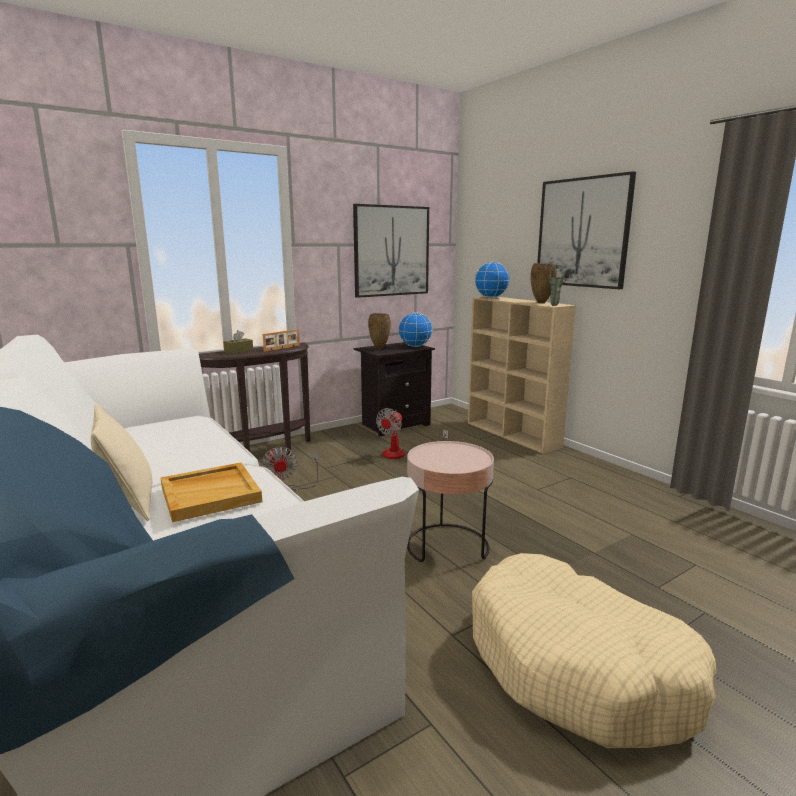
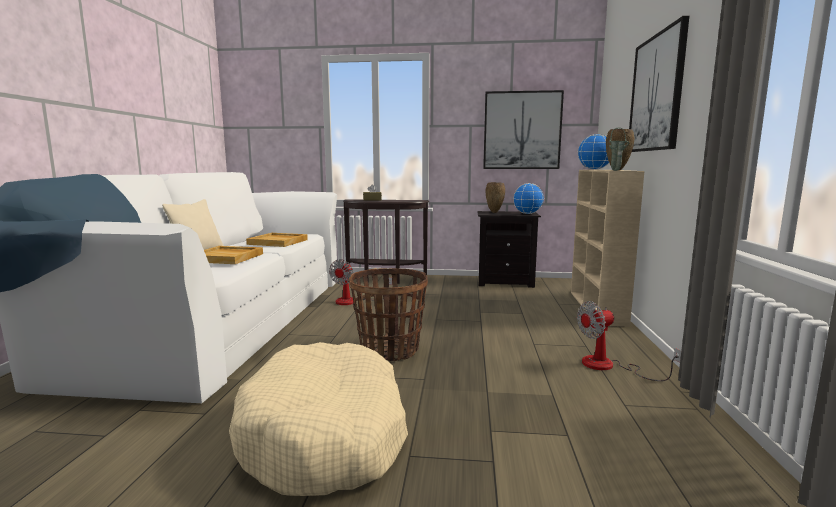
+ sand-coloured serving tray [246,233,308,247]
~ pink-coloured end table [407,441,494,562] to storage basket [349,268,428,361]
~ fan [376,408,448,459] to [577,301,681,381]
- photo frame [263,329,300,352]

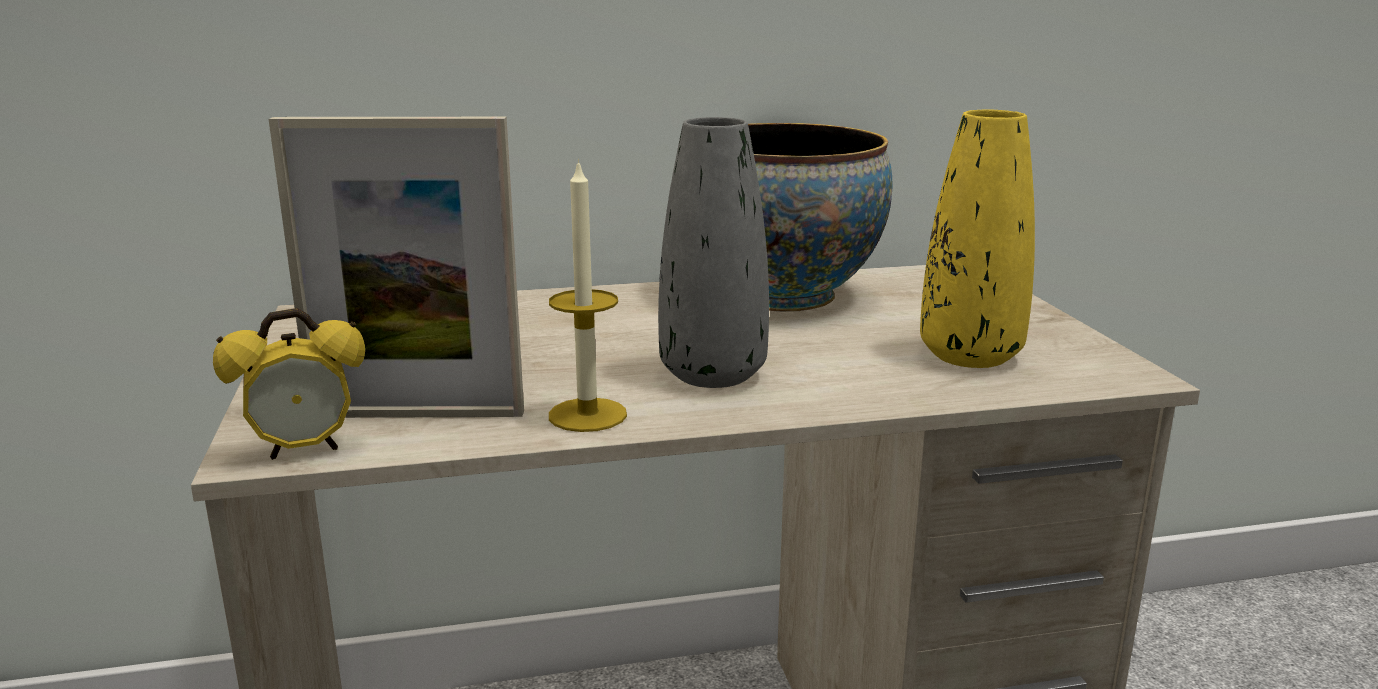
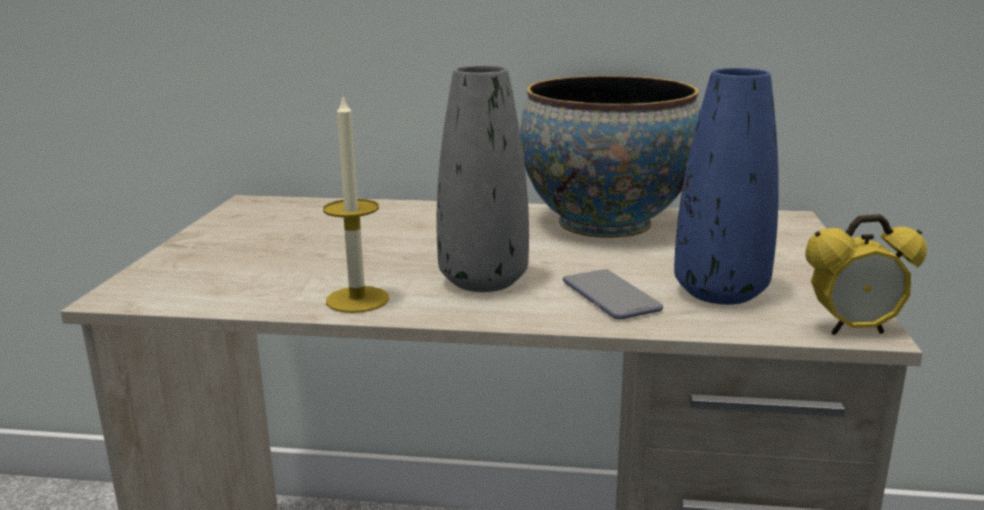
+ phone [563,269,663,320]
~ yellowish decorative vase [920,110,1035,368] to blue-coloured decorative vase [674,68,779,305]
~ bedside clock [213,308,365,460] to [805,214,927,335]
- photo frame [269,117,524,418]

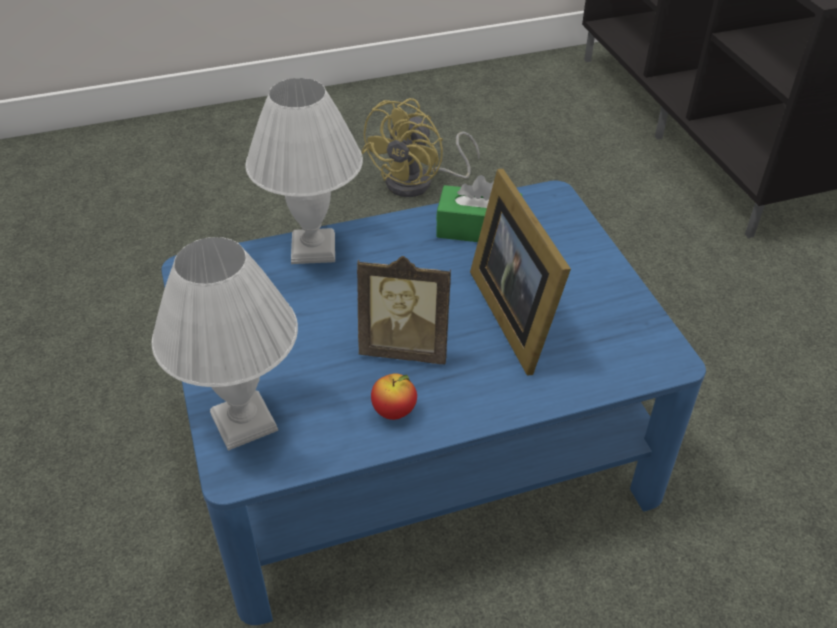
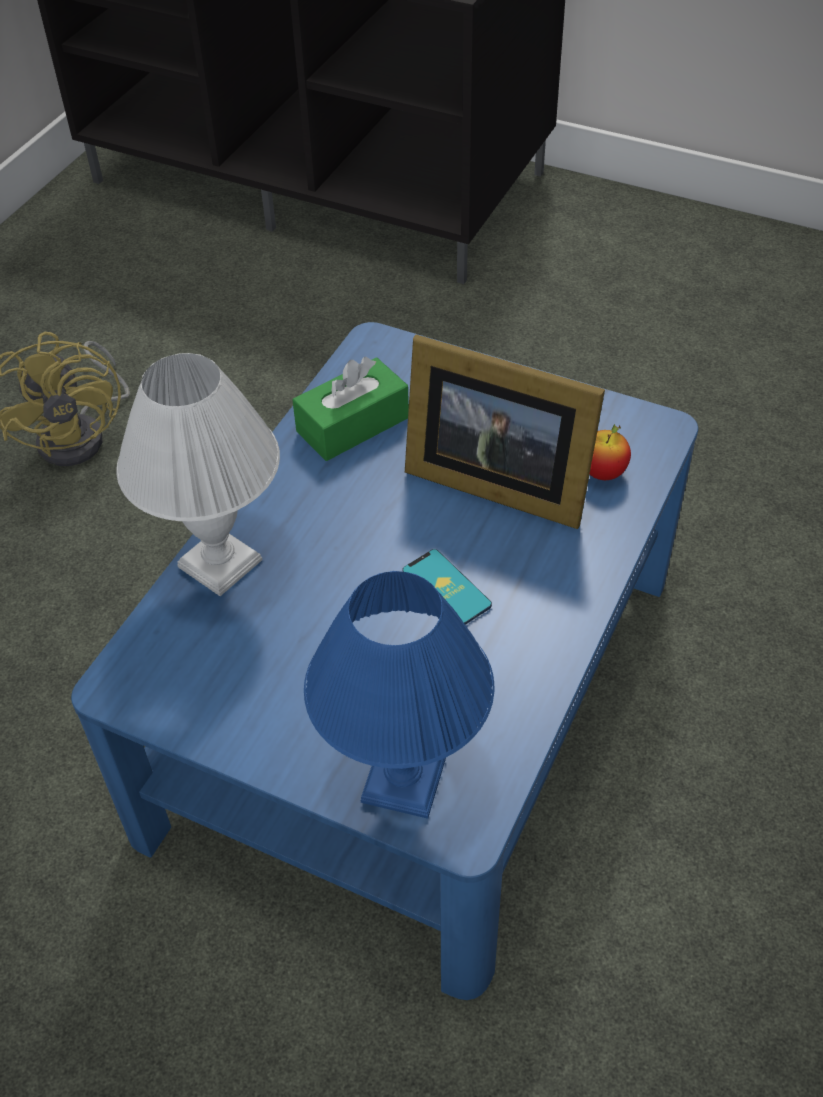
~ white tabletop lamp [152,237,298,451] to blue-coloured tabletop lamp [304,571,494,819]
~ photo frame [357,256,451,364] to phone [403,549,492,625]
~ apple fruit [371,373,417,420] to [589,424,631,480]

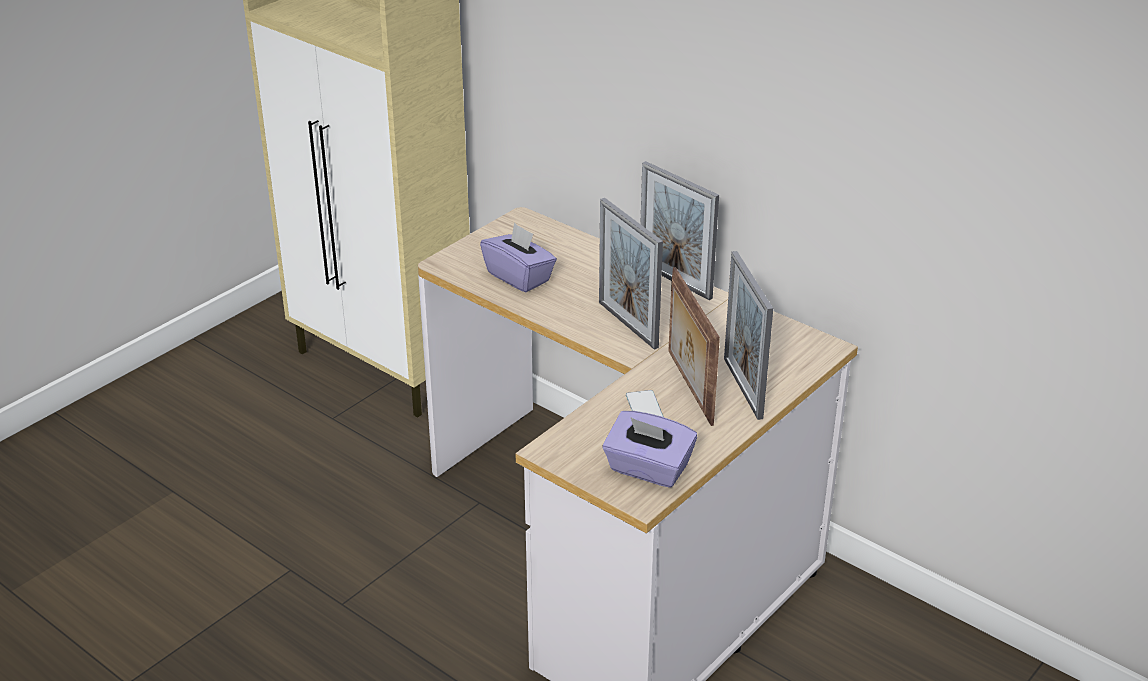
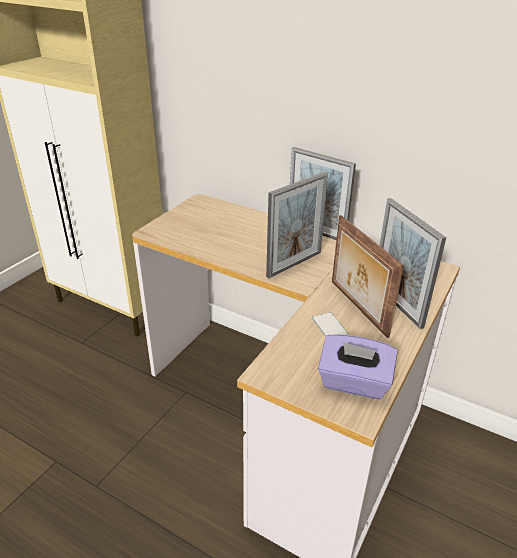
~ photo frame [599,198,663,350] = [266,171,328,278] 90 degrees counterclockwise
- purplish tissue holder [480,223,557,292]

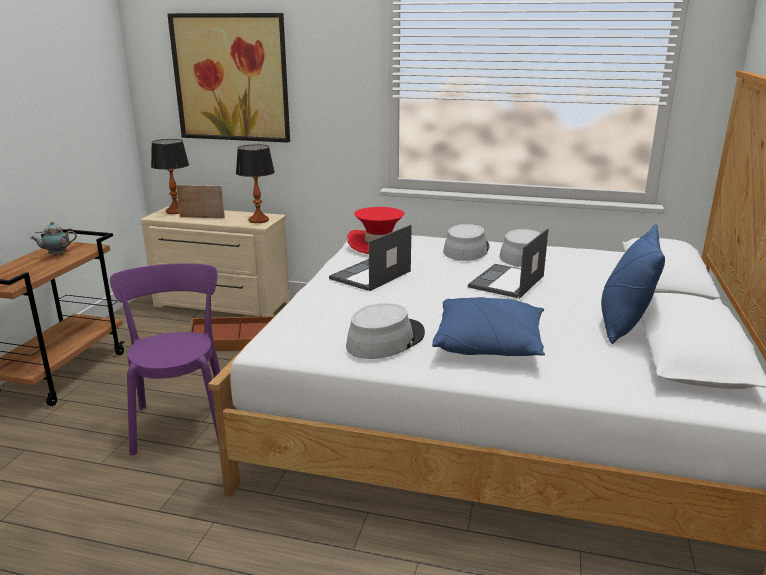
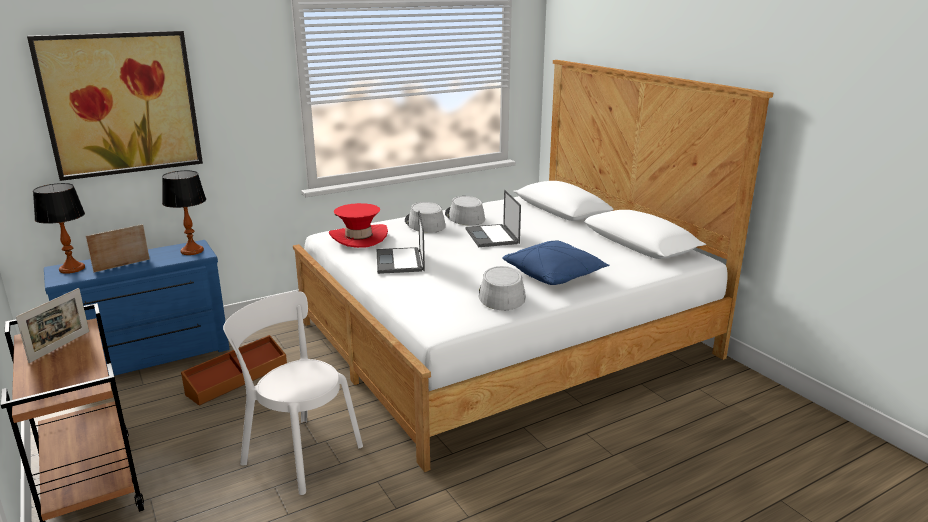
~ pot for tea [30,221,77,256] to photo frame [16,288,89,363]
~ sand-coloured dresser [140,206,290,316] to blue-coloured dresser [44,240,230,376]
~ purplish chair [110,263,220,455] to white chair [223,291,363,495]
- blue-coloured pillow [601,224,665,344]

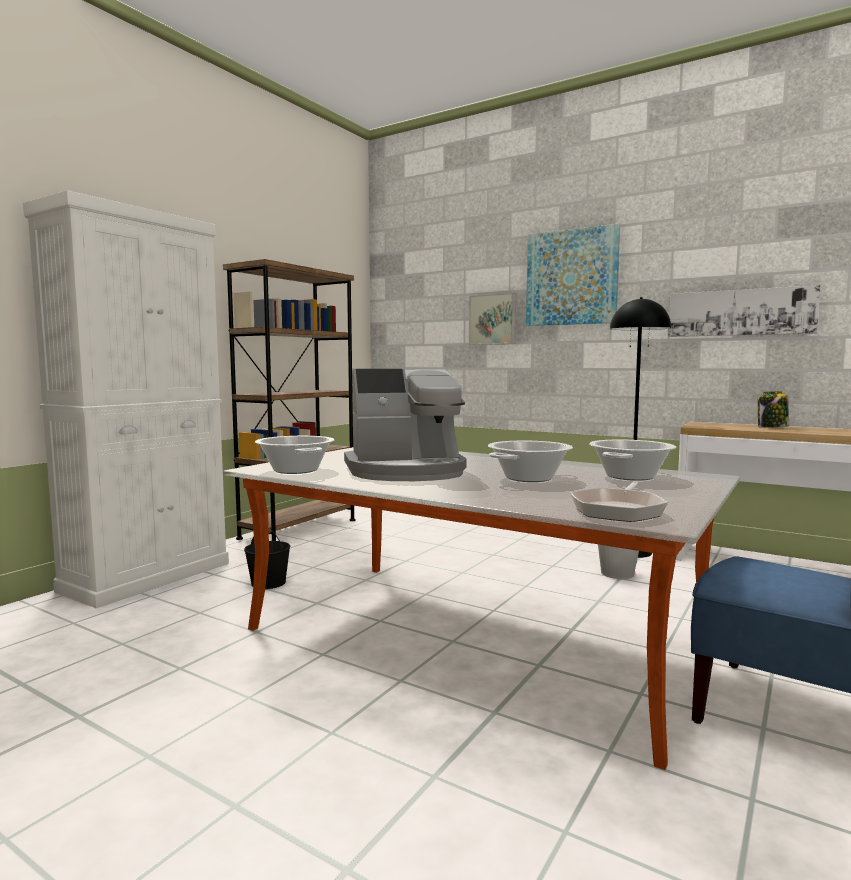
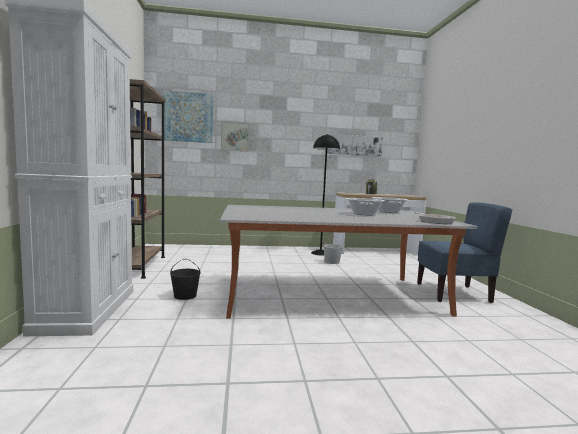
~ picture [526,223,620,326] to [162,90,213,143]
- saucepot [255,436,334,474]
- coffee brewer [344,369,467,481]

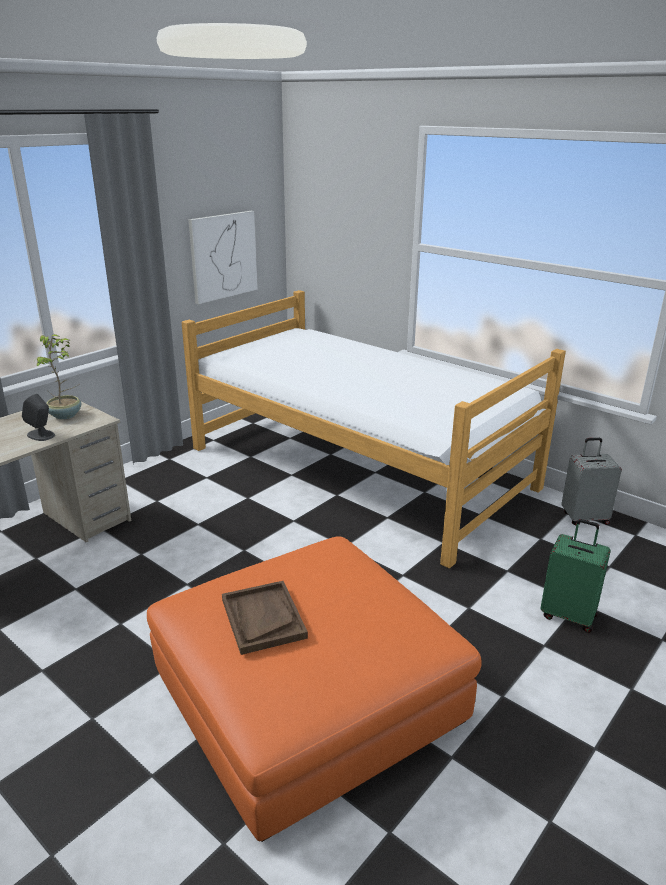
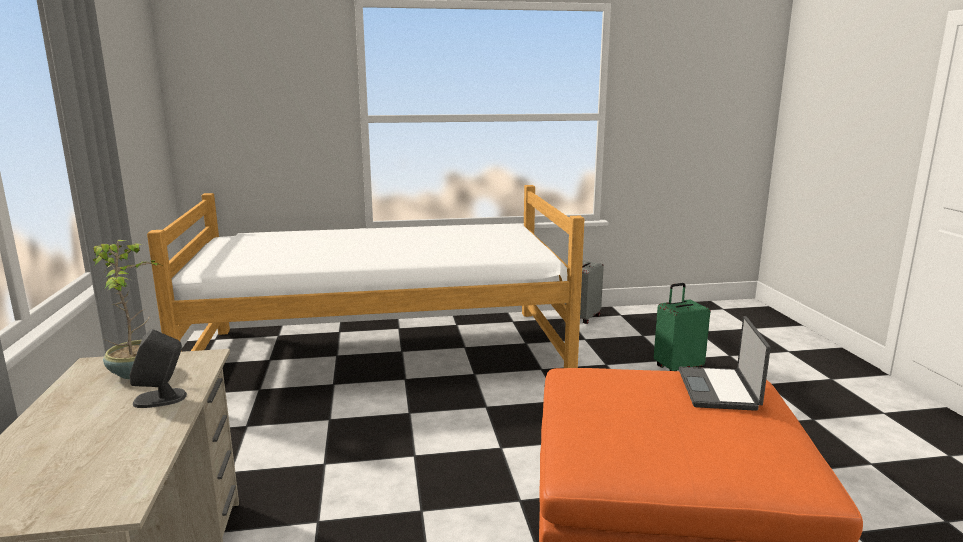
+ portable computer [678,316,771,411]
- picture [188,211,258,304]
- brown-coloured serving tray [222,581,308,655]

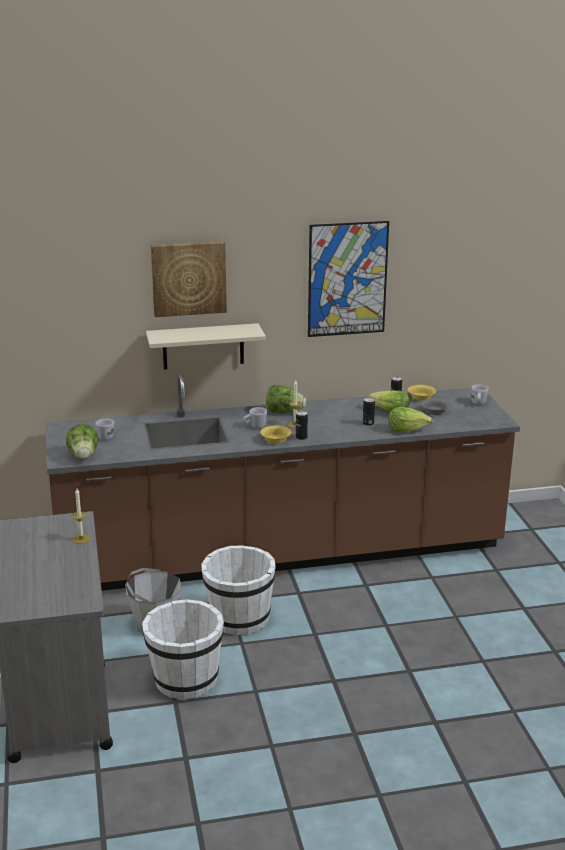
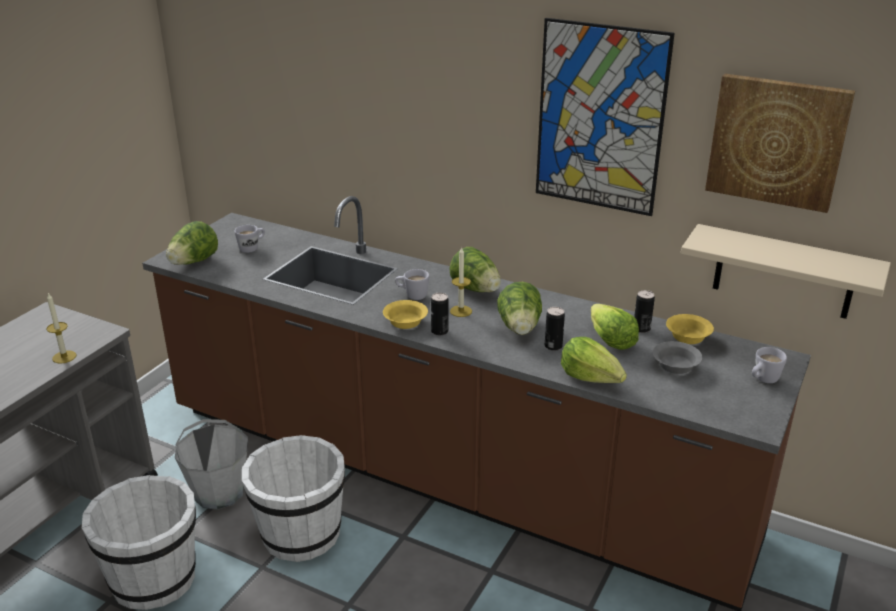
+ lettuce head [497,282,542,335]
~ sand-coloured wall shelf [146,323,266,370] to [681,224,891,319]
~ picture [151,241,227,317] to [705,74,855,213]

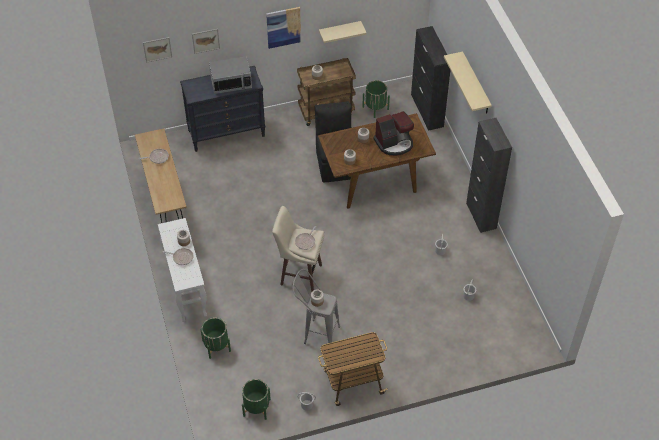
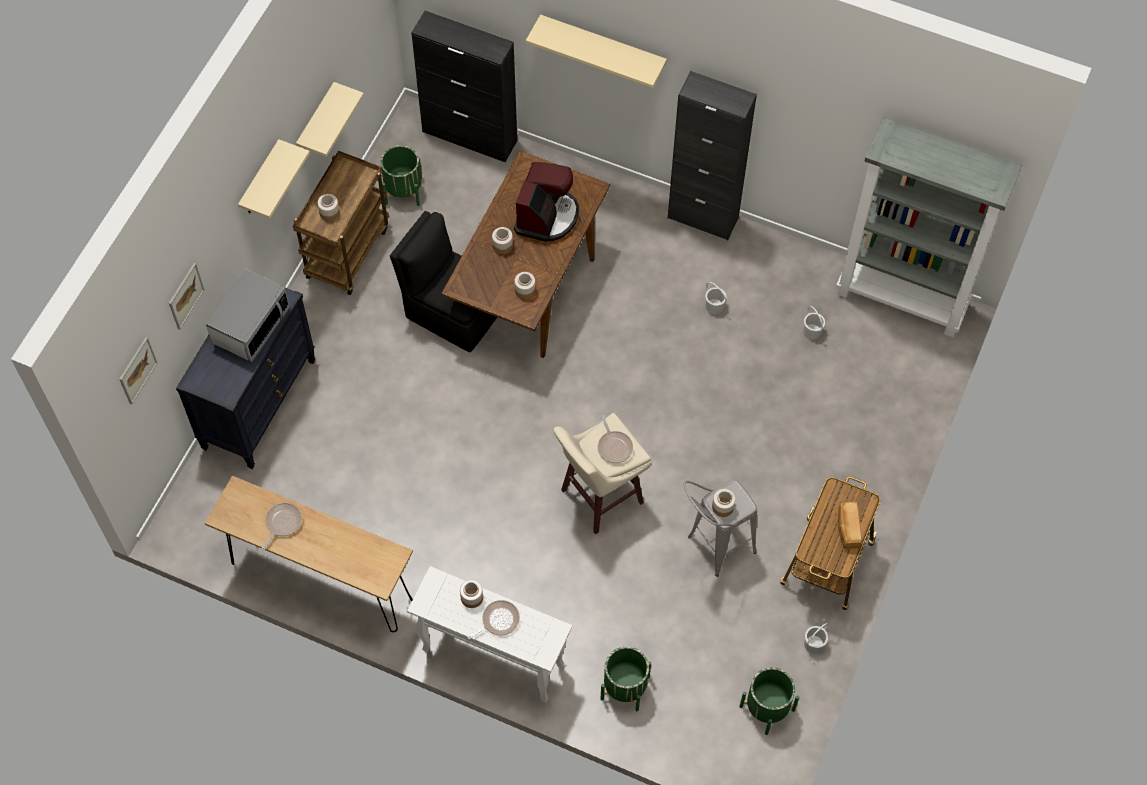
~ picture [266,7,301,49] to sand-coloured wall shelf [238,139,310,219]
+ greyish bookshelf [836,117,1022,337]
+ baked bread [838,502,862,549]

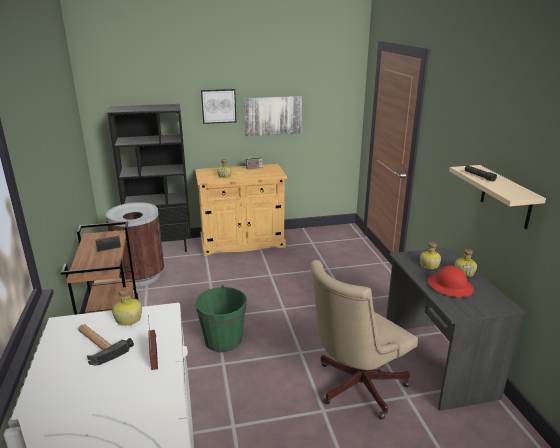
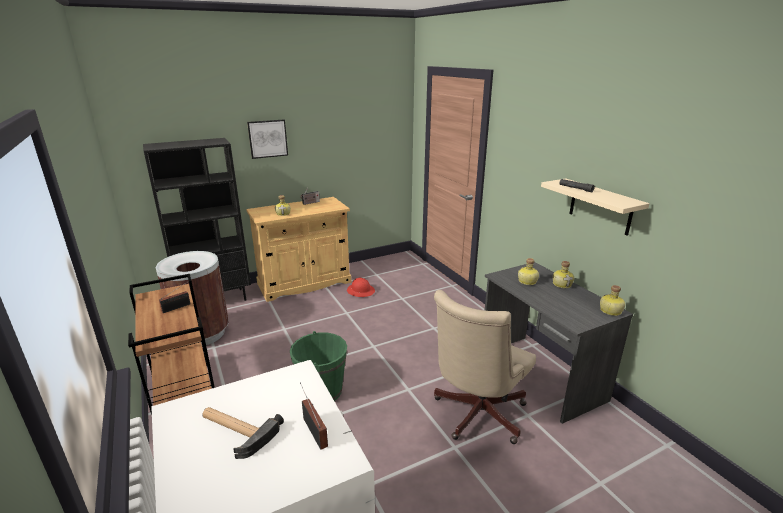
~ red-coloured hard hat [428,265,474,297] to [347,278,375,297]
~ bottle [112,287,142,326] to [600,285,625,316]
- picture [244,96,302,136]

